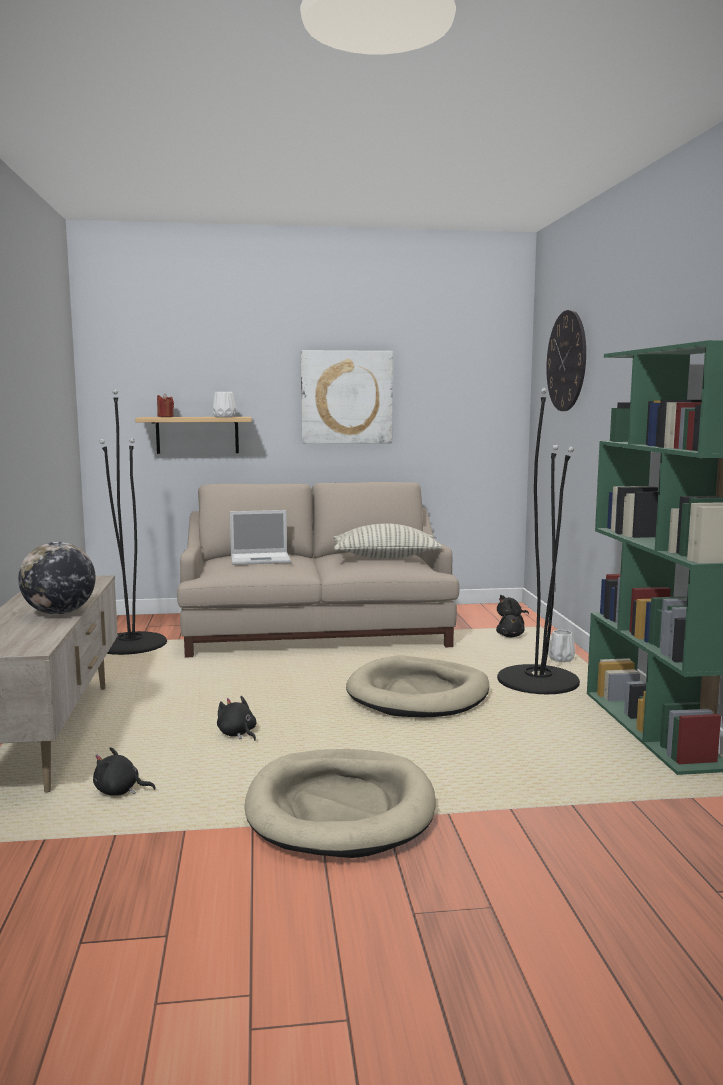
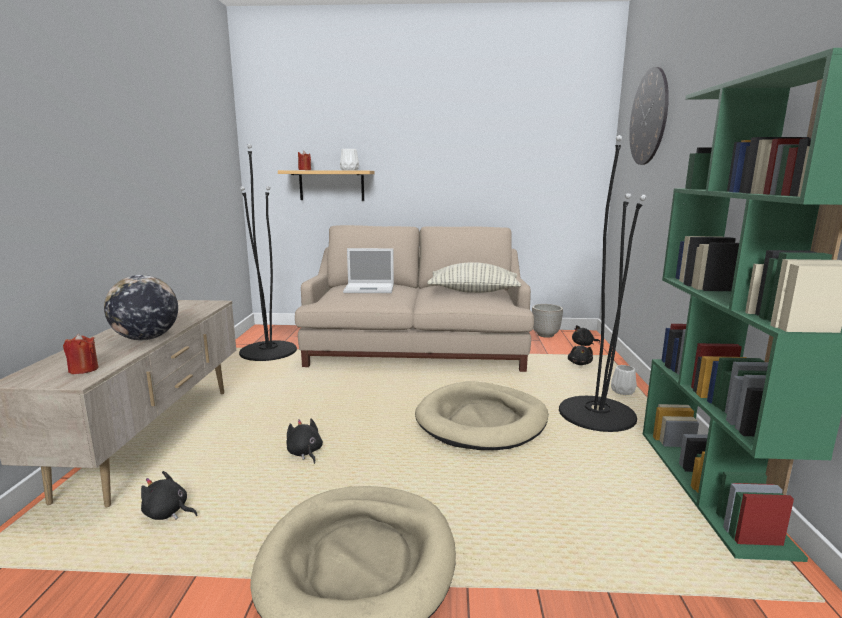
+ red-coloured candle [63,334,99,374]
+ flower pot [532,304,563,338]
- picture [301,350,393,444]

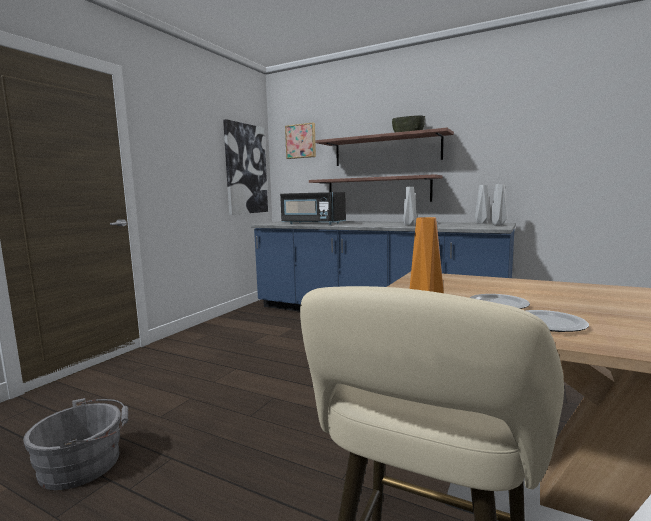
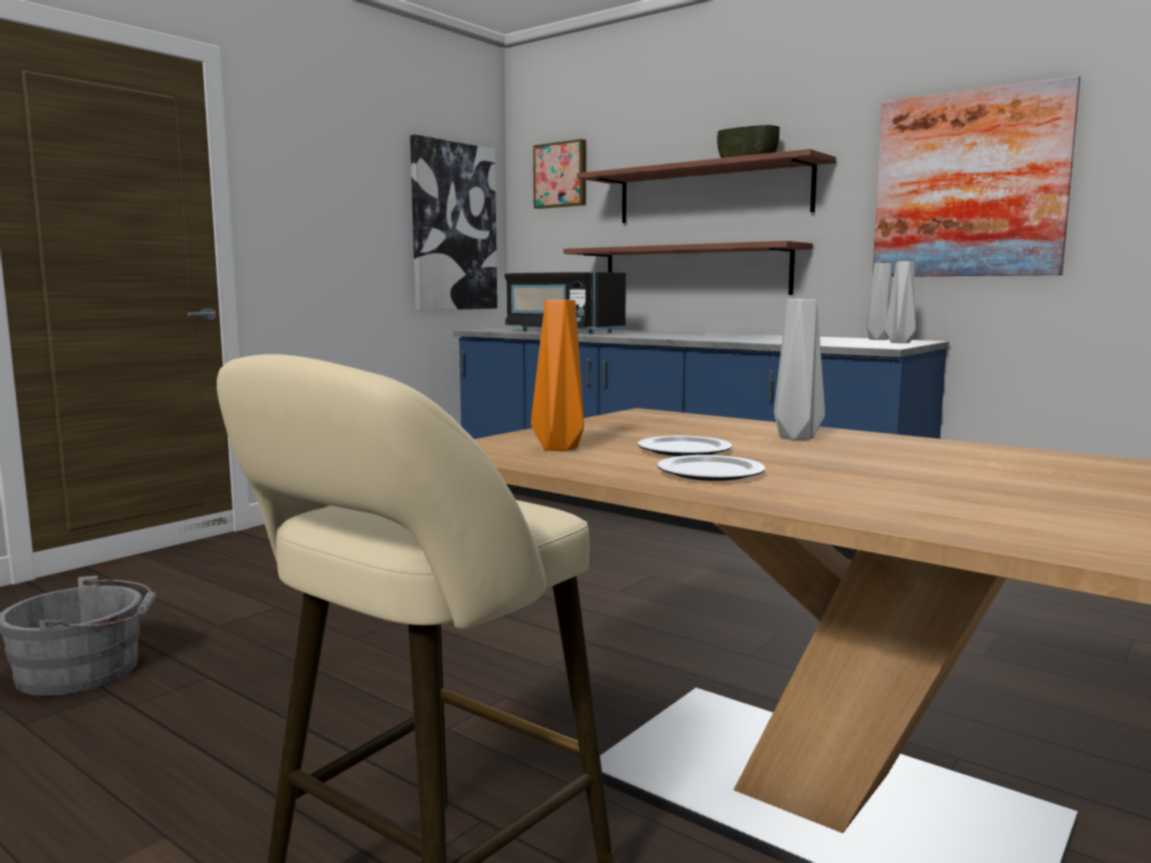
~ greyish decorative vase [403,187,417,225] to [774,299,825,440]
+ picture [872,76,1080,277]

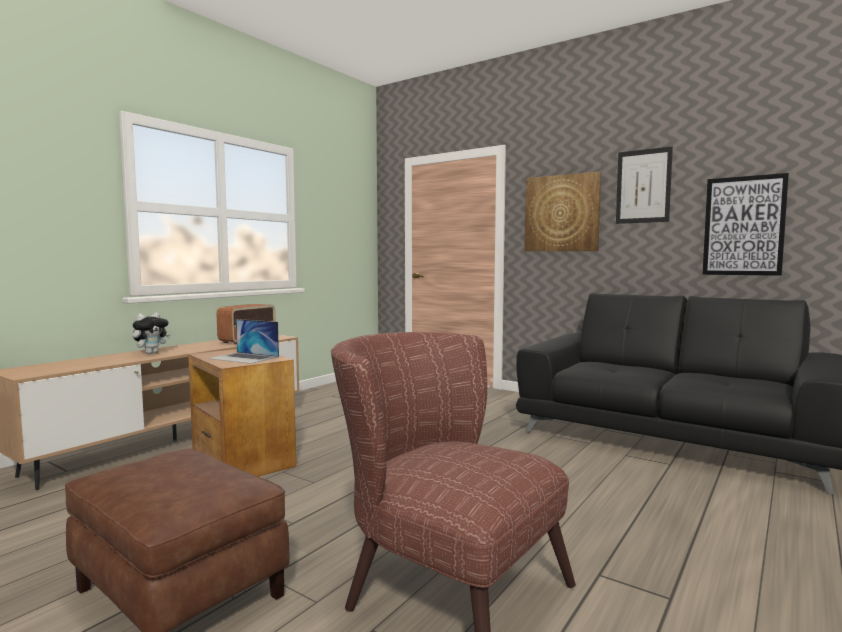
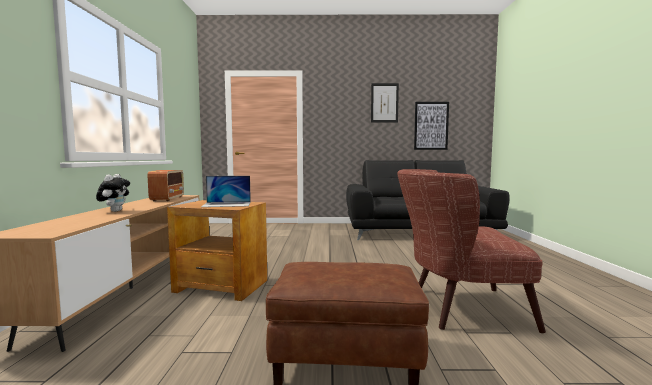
- picture [524,172,601,251]

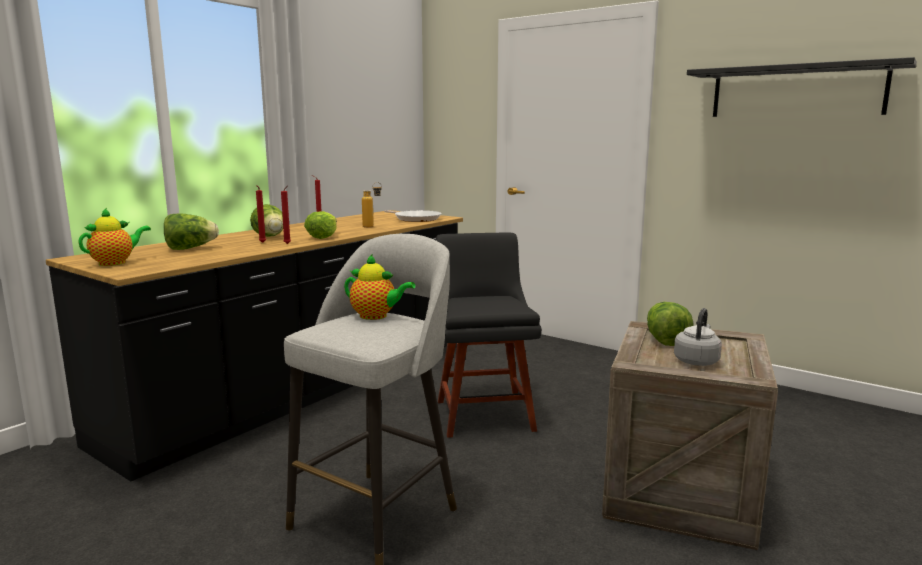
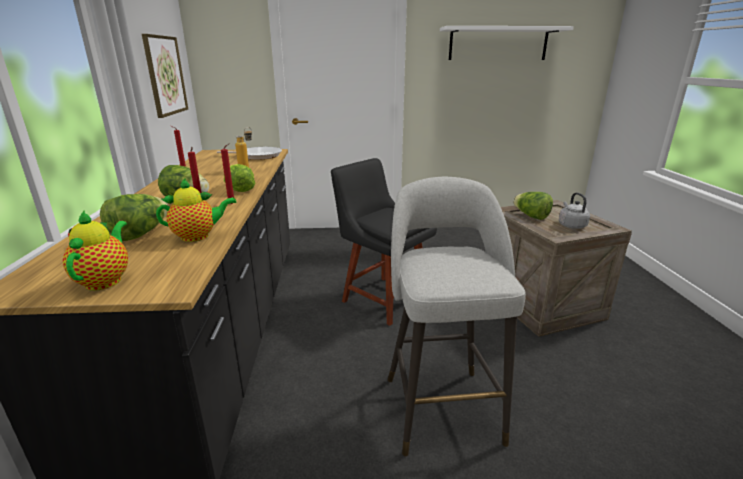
+ picture [142,34,188,118]
~ pot for tea [344,254,416,320] to [156,178,237,242]
~ black wall shelf [687,57,917,117] to white wall shelf [440,26,574,60]

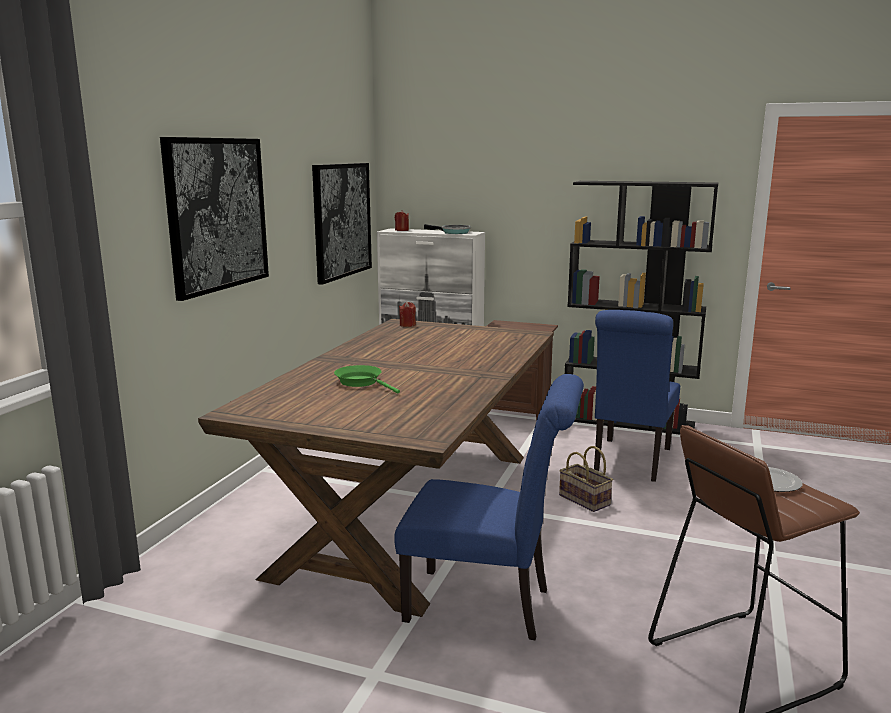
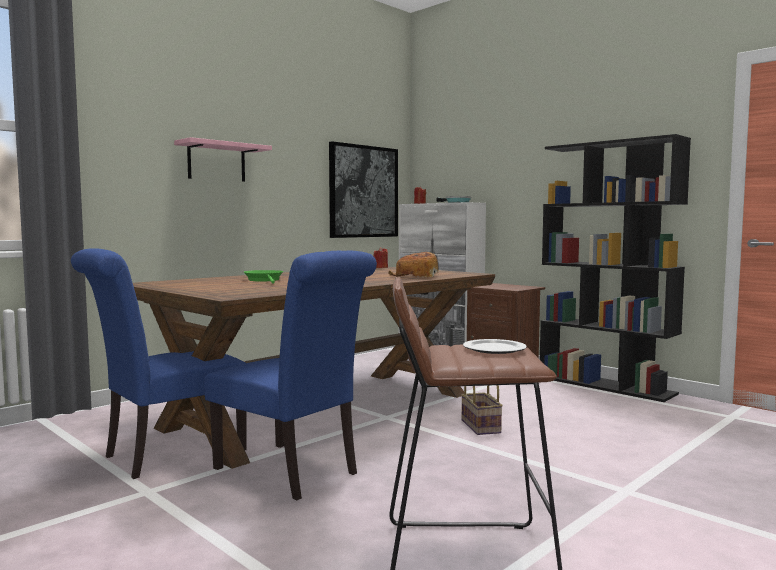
~ blue-coloured chair [594,310,680,482] to [71,249,246,479]
~ picture [160,137,269,301] to pink-coloured wall shelf [174,137,272,182]
+ baked bread [389,252,438,278]

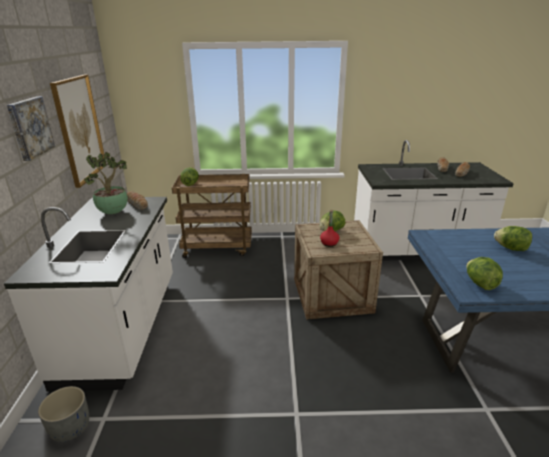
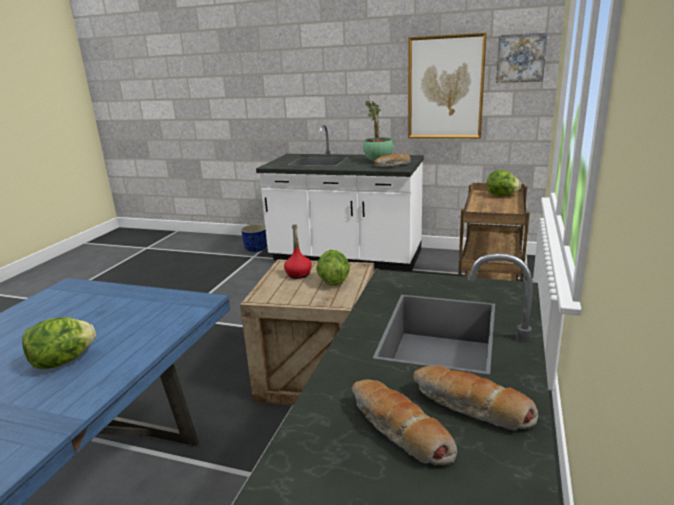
~ greyish flower pot [38,386,89,442] to blue-coloured flower pot [241,224,267,252]
~ picture [7,96,55,161] to [496,33,547,83]
- lettuce head [466,257,503,290]

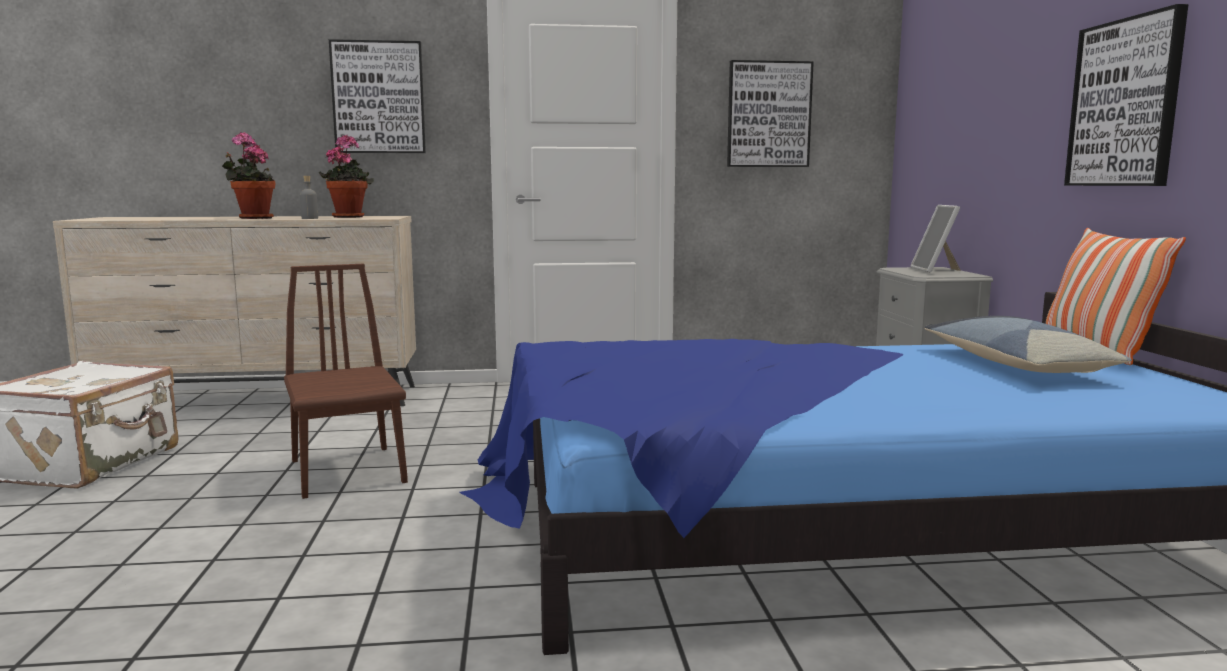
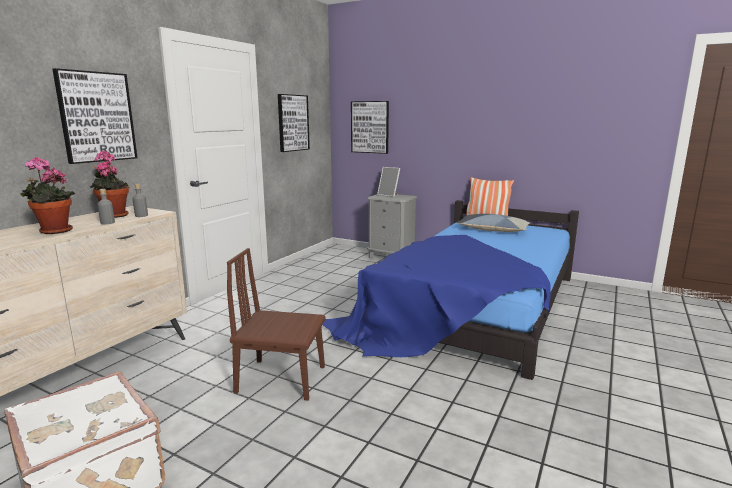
+ greyish bottle [133,184,148,217]
~ picture [1064,4,1189,186] to [351,101,389,154]

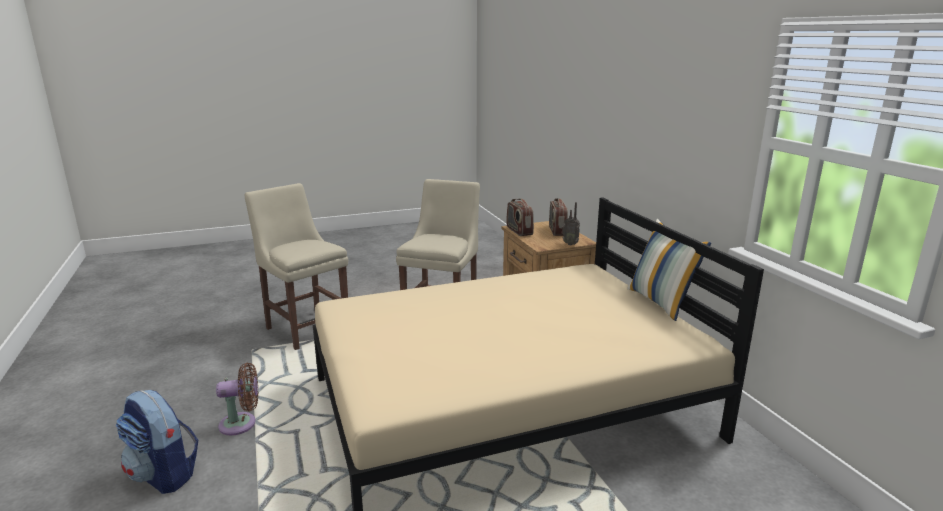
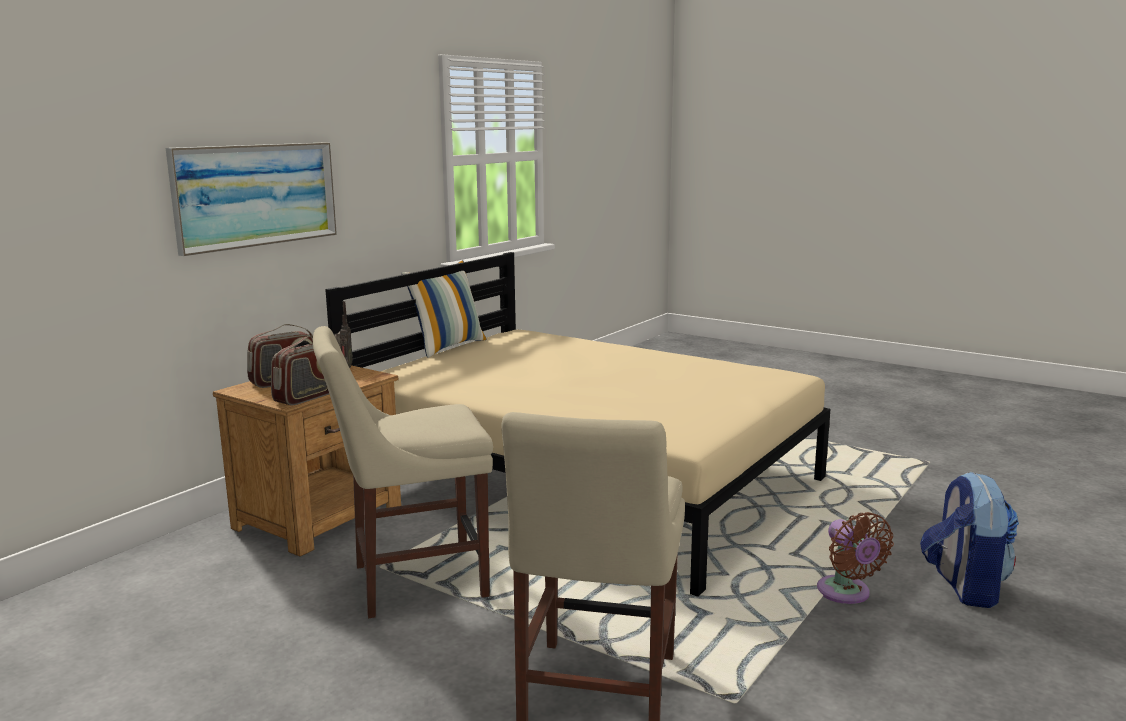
+ picture [166,142,337,256]
~ brown-coloured fan [216,363,258,436] = [817,512,894,604] 150 degrees counterclockwise

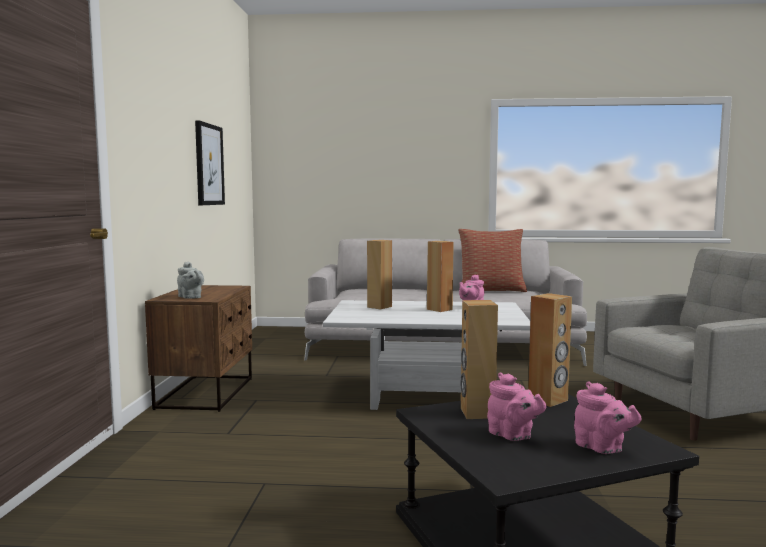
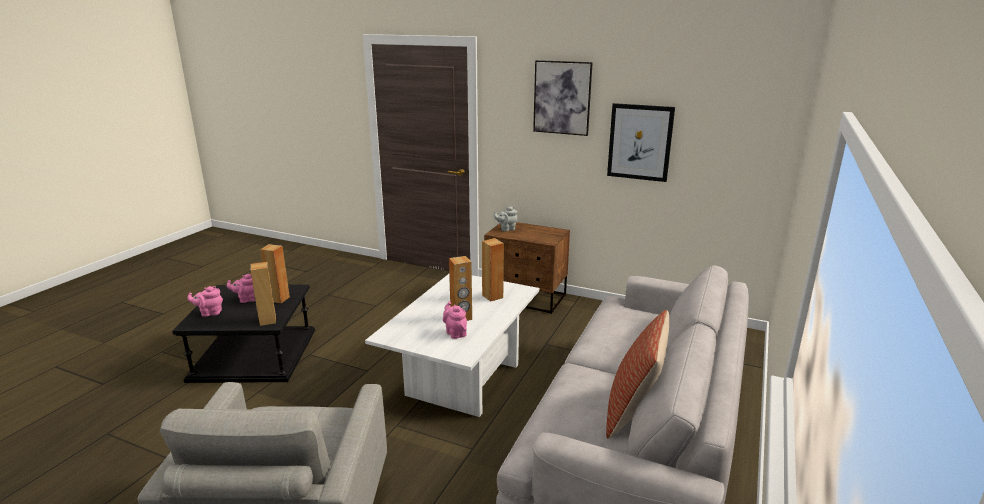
+ picture [533,60,593,136]

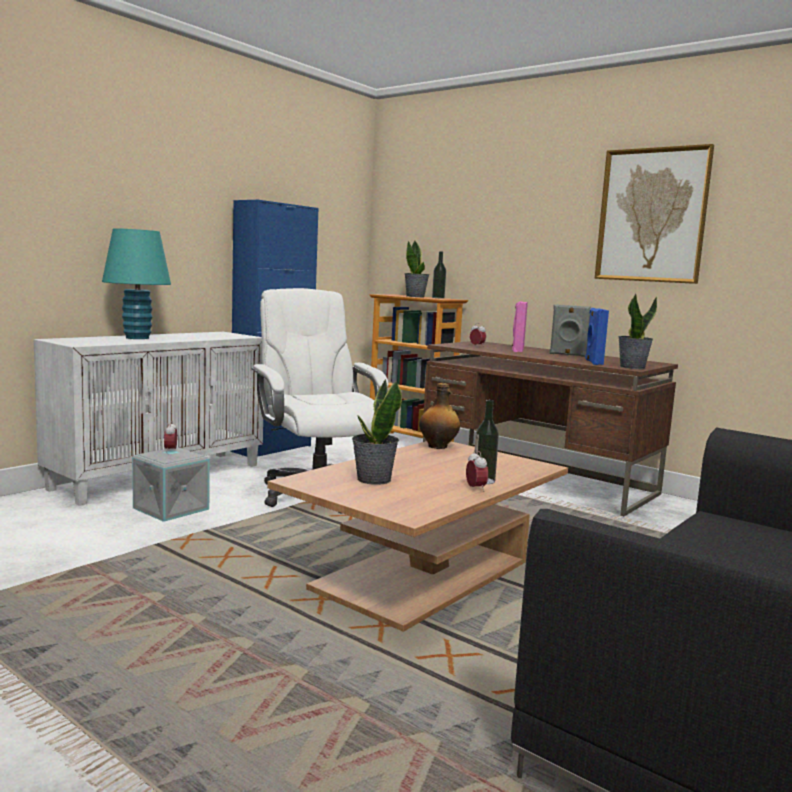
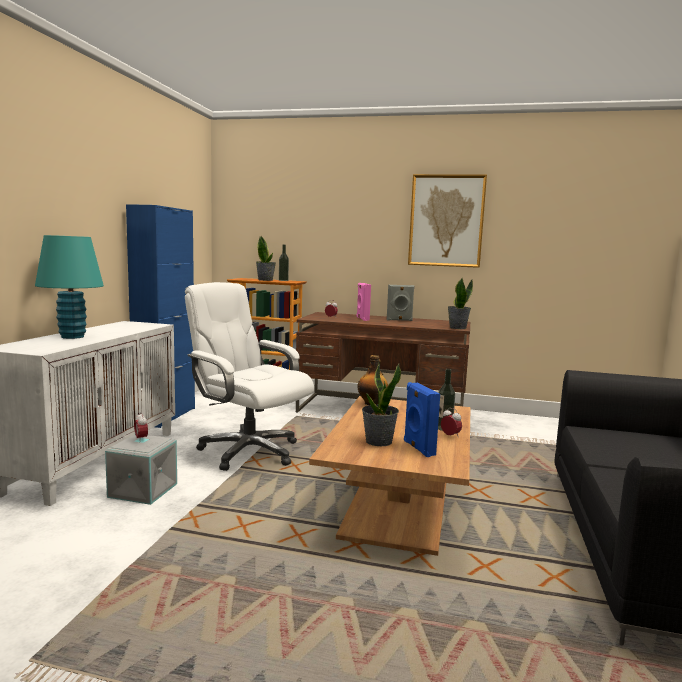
~ blue-coloured speaker [585,308,609,365] to [404,382,440,457]

